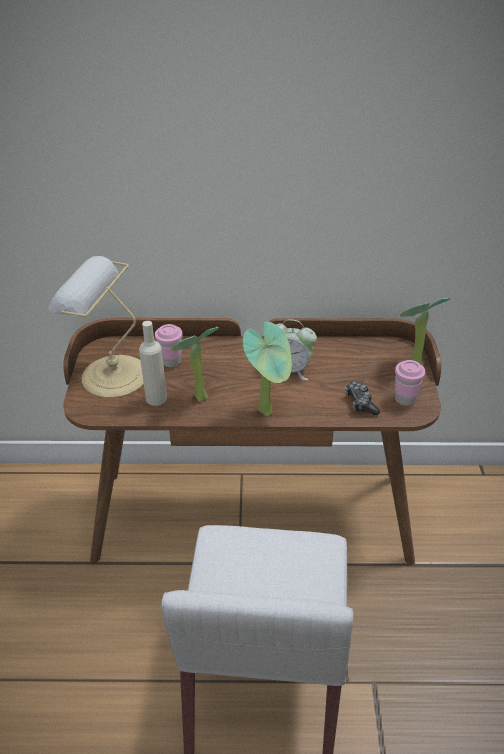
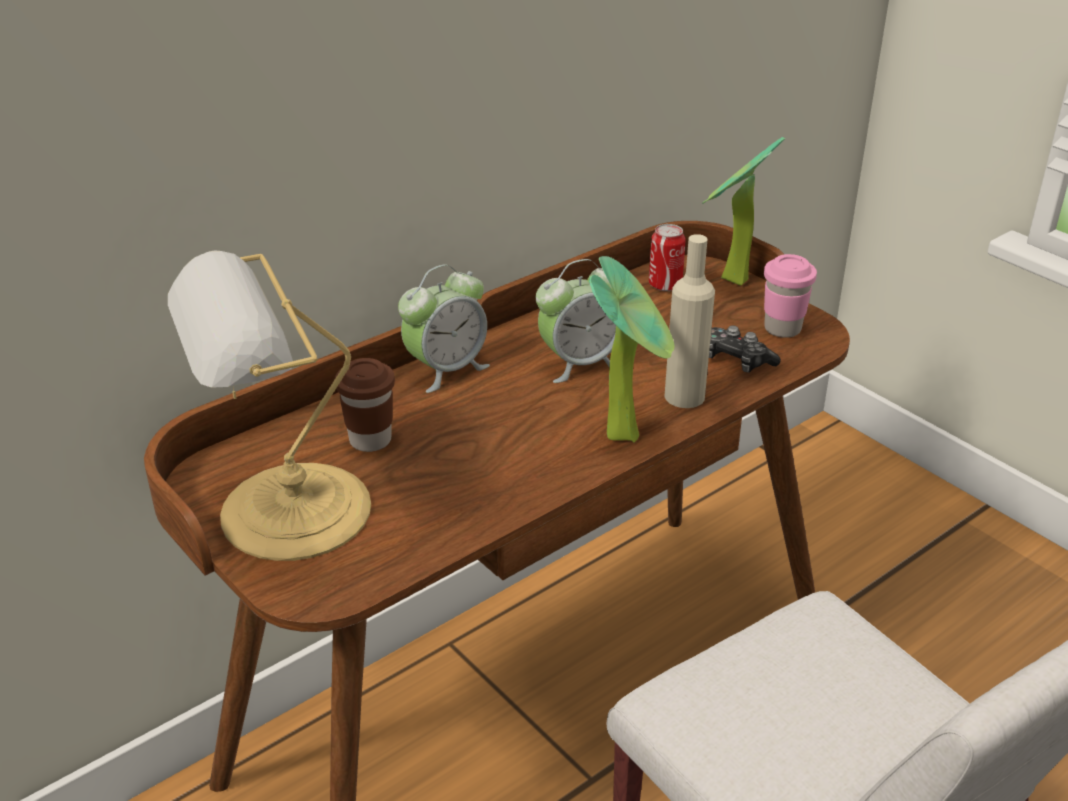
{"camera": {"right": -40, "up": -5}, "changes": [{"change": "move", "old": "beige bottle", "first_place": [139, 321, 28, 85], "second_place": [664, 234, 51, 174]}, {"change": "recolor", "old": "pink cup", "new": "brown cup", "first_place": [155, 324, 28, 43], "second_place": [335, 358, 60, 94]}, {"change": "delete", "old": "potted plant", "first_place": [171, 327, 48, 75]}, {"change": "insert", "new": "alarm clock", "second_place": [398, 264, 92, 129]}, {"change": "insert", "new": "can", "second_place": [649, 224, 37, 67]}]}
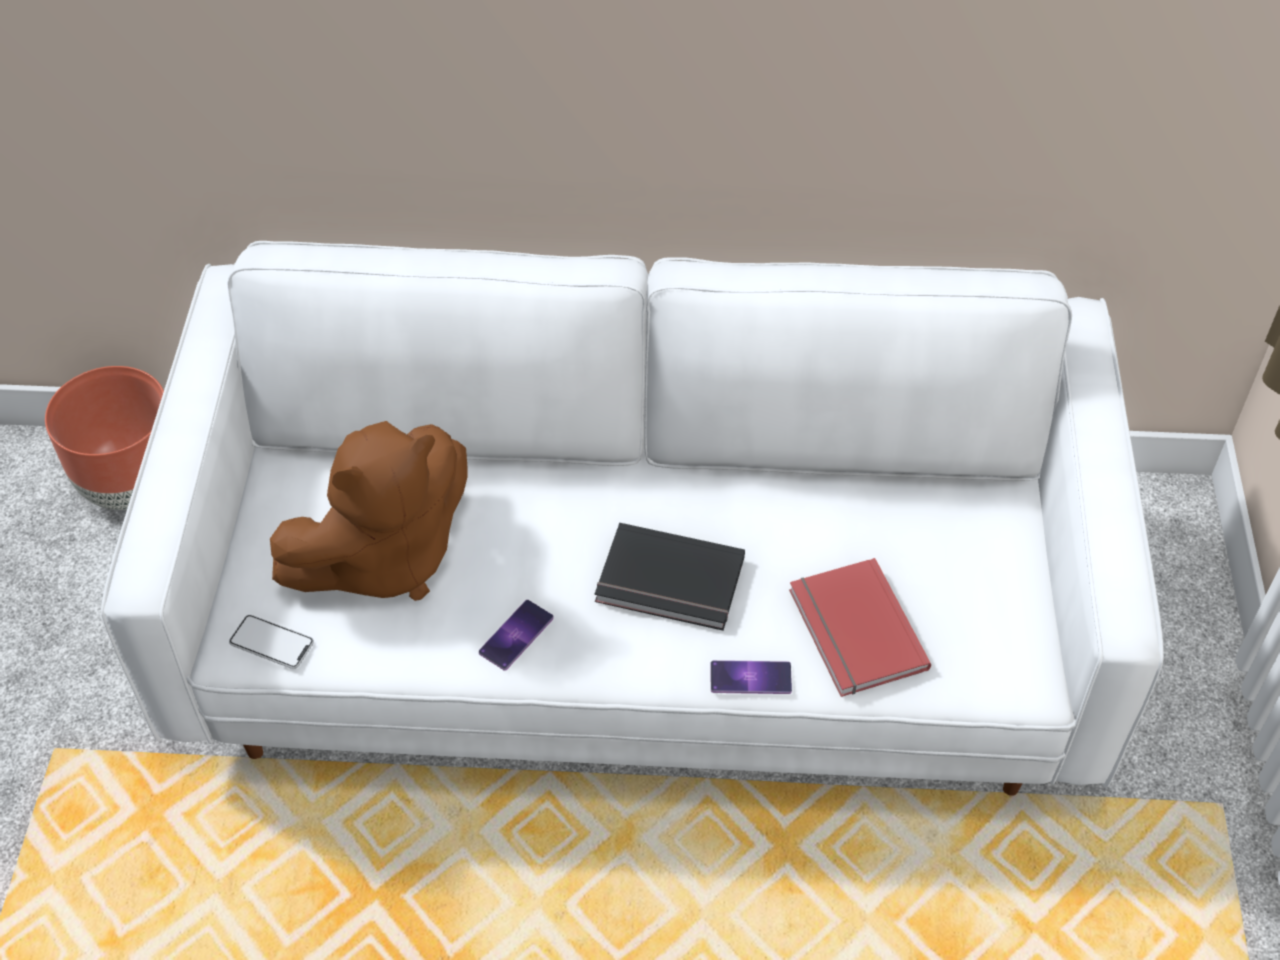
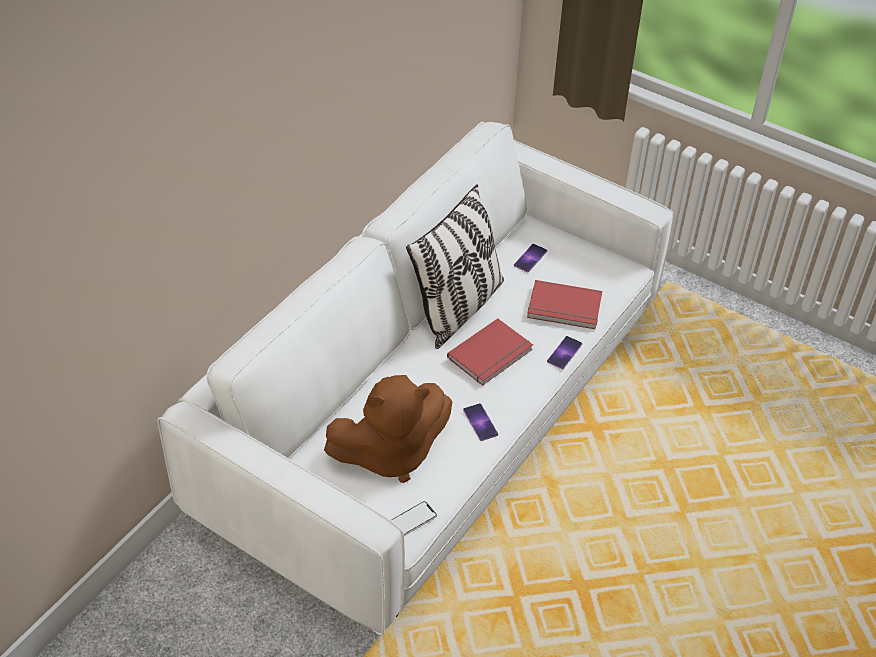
{"camera": {"right": -60, "up": -5}, "changes": [{"change": "delete", "old": "brown planter", "first_place": [45, 366, 119, 144]}, {"change": "rotate", "old": "brown plush toy", "first_place": [270, 421, 198, 180], "second_place": [324, 375, 128, 108], "degrees": 75}, {"change": "recolor", "old": "black book", "new": "red book", "first_place": [595, 523, 150, 108], "second_place": [447, 318, 86, 68]}, {"change": "insert", "new": "pillow", "second_place": [406, 184, 98, 165]}, {"change": "insert", "new": "phone", "second_place": [514, 244, 33, 29]}]}
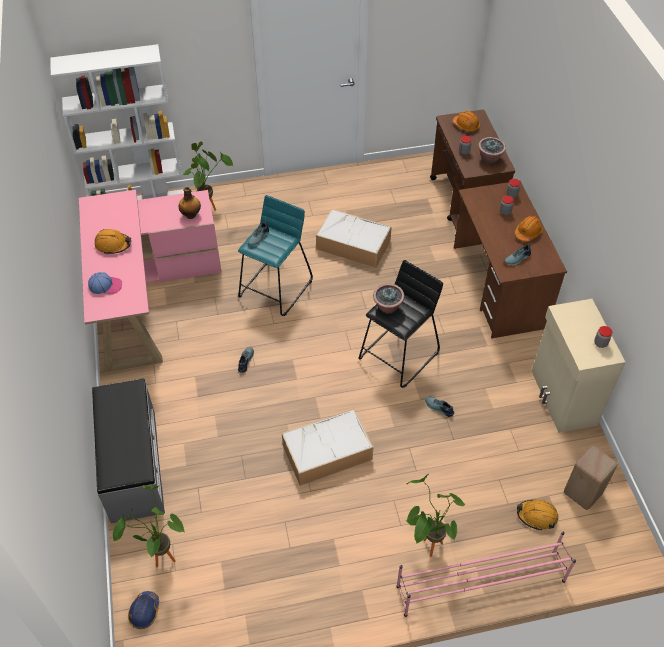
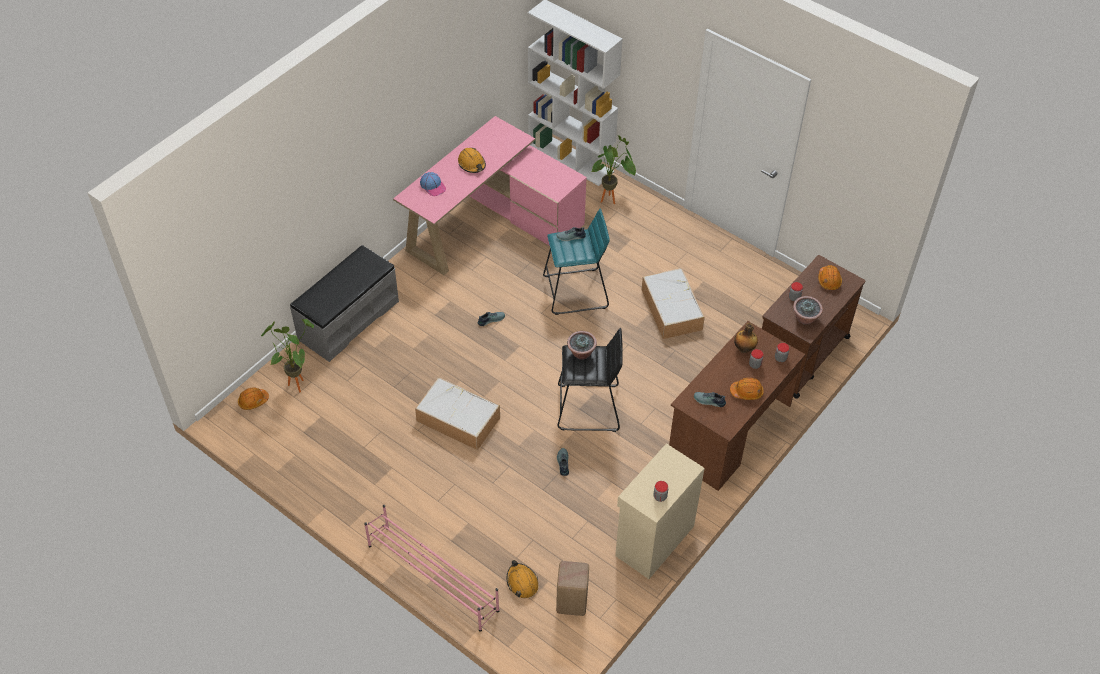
{"camera": {"right": 50, "up": 0}, "changes": [{"change": "recolor", "old": "blue hard hat", "new": "orange hard hat", "first_place": [128, 591, 31, 38], "second_place": [238, 387, 31, 23]}, {"change": "move", "old": "bottle", "first_place": [178, 187, 23, 32], "second_place": [734, 323, 24, 30]}, {"change": "delete", "old": "potted plant", "first_place": [406, 474, 60, 83]}]}
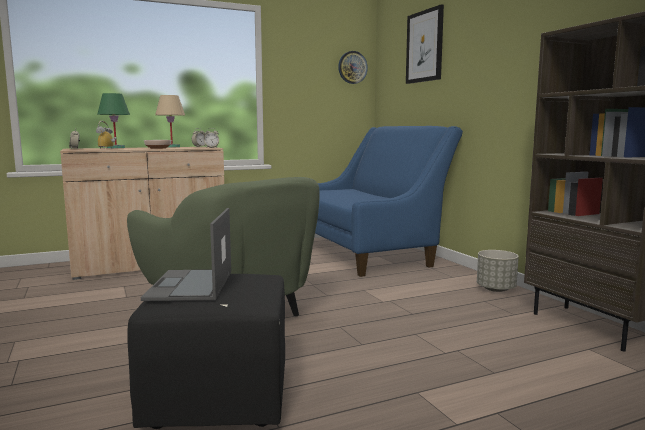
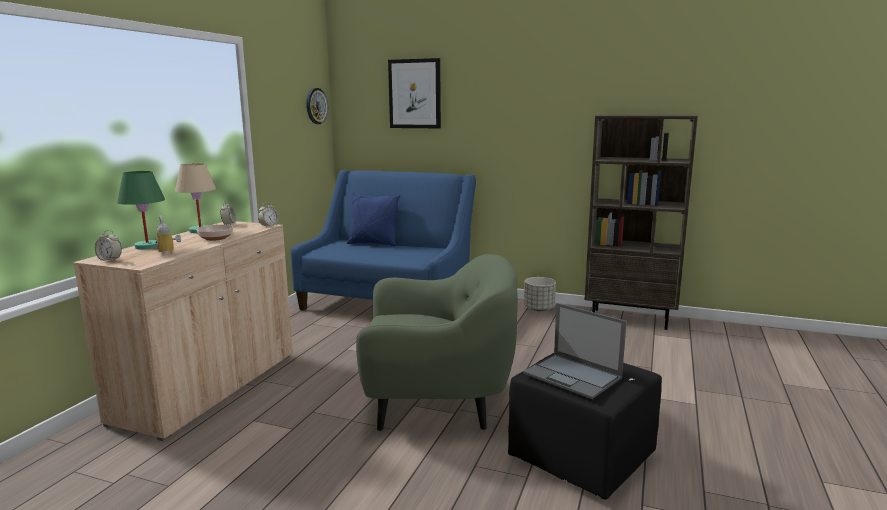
{"camera": {"right": -45, "up": 5}, "changes": [{"change": "insert", "new": "blue pillow", "second_place": [347, 192, 53, 54]}]}
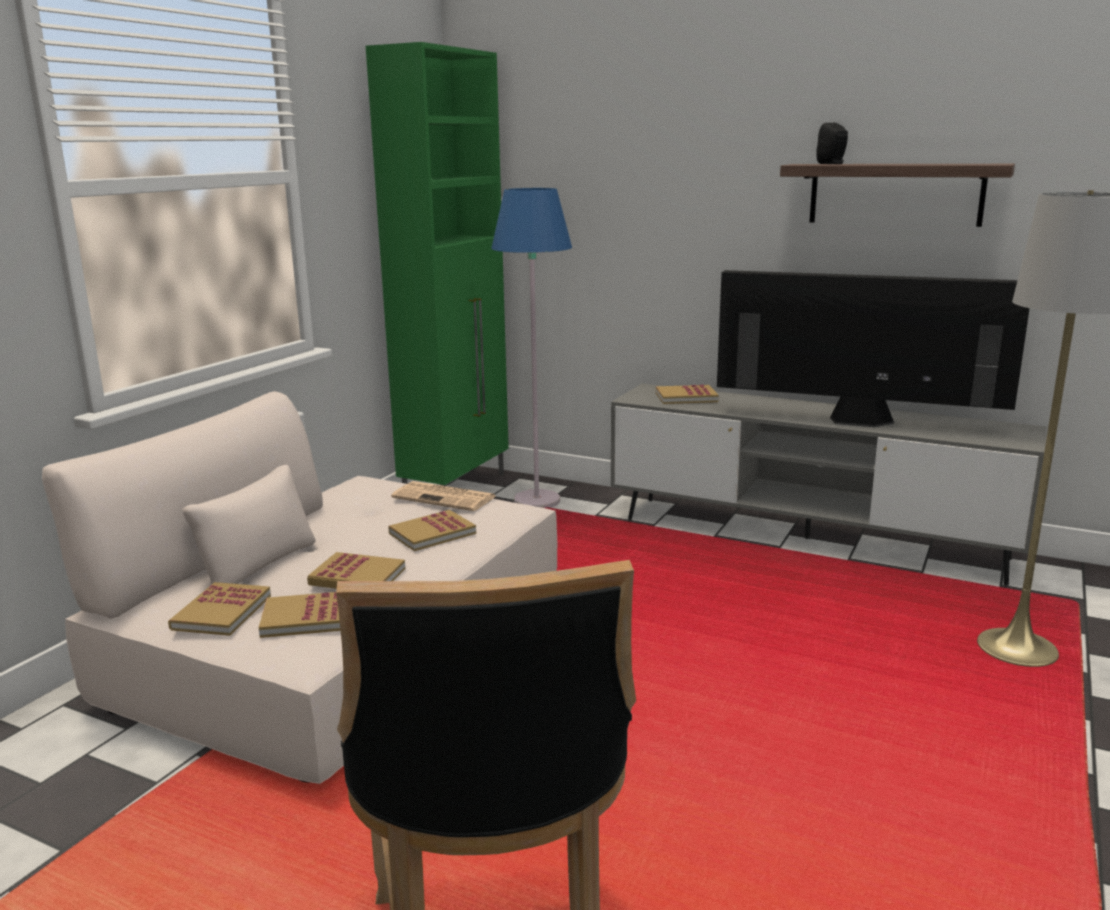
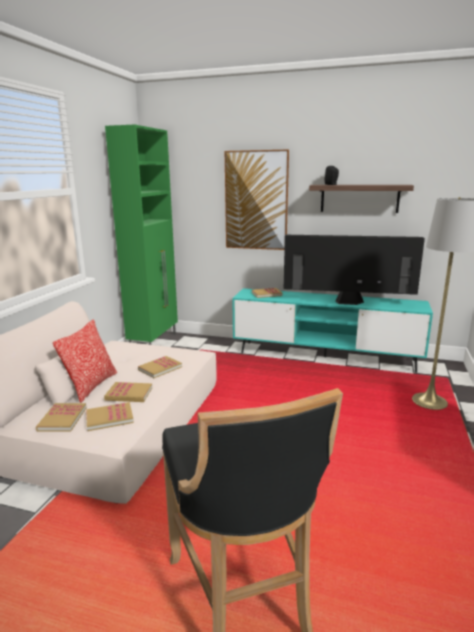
{"camera": {"right": -10, "up": 0}, "changes": [{"change": "delete", "old": "newspaper", "first_place": [391, 481, 105, 30]}, {"change": "delete", "old": "blue floor lamp", "first_place": [491, 188, 81, 320]}, {"change": "recolor", "old": "grey tv stand", "new": "turquoise tv stand", "first_place": [611, 384, 435, 202], "second_place": [232, 288, 201, 85]}, {"change": "insert", "new": "pillow", "second_place": [53, 319, 64, 84]}, {"change": "insert", "new": "picture", "second_place": [225, 150, 64, 100]}]}
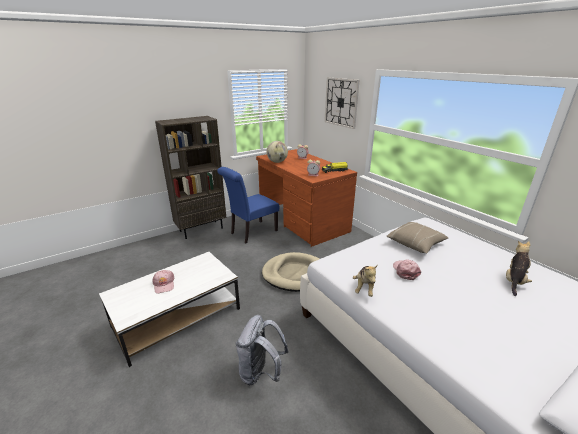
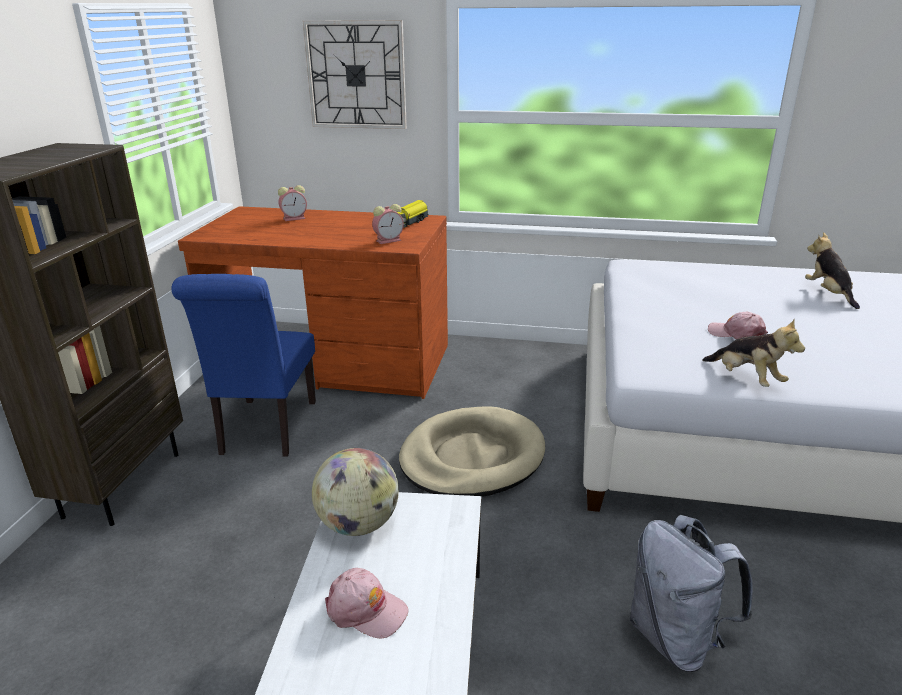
{"camera": {"right": -45, "up": 0}, "changes": [{"change": "move", "old": "globe", "first_place": [266, 141, 22, 22], "second_place": [312, 448, 87, 88]}, {"change": "delete", "old": "beige pillow", "first_place": [386, 222, 63, 31]}]}
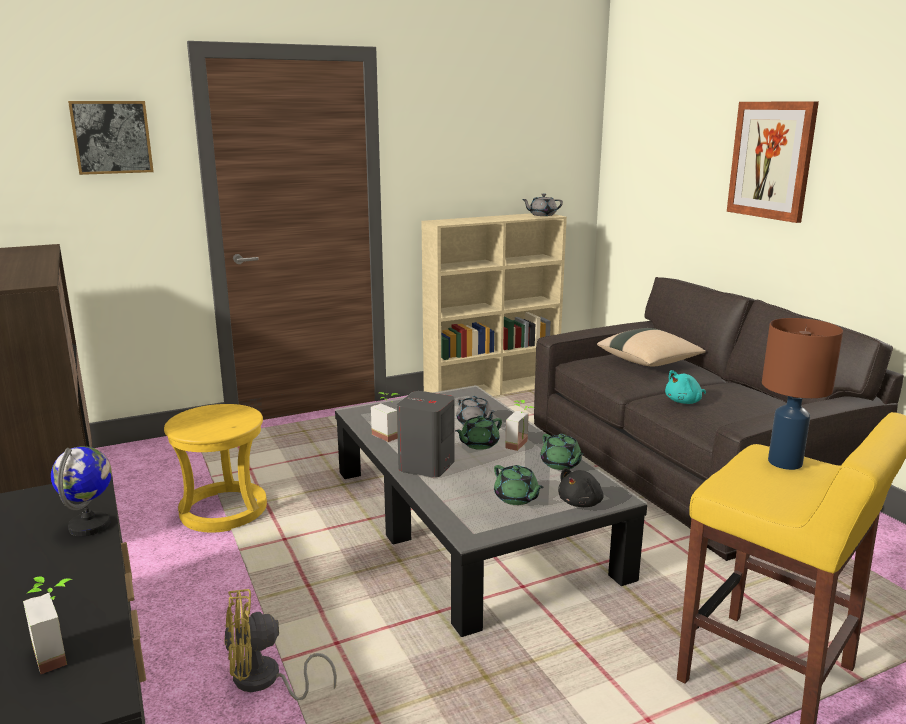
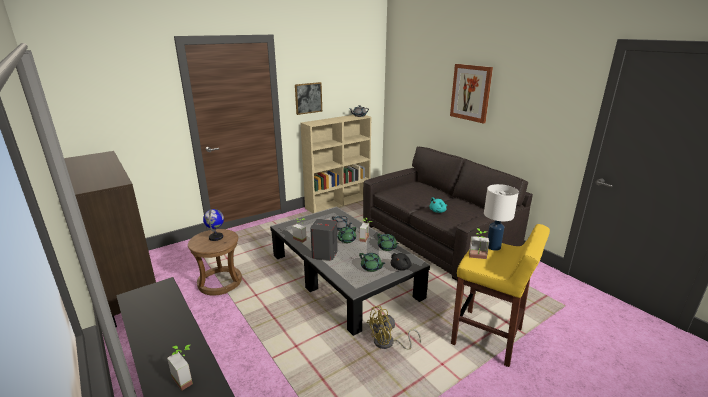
{"camera": {"right": -10, "up": 5}, "changes": [{"change": "move", "old": "globe", "first_place": [51, 446, 61, 90], "second_place": [203, 209, 21, 32]}, {"change": "move", "old": "picture", "first_place": [68, 101, 86, 74], "second_place": [295, 82, 27, 33]}, {"change": "recolor", "old": "yellow stool", "new": "brown stool", "first_place": [164, 404, 103, 128], "second_place": [188, 229, 54, 66]}, {"change": "move", "old": "yellow fan", "first_place": [224, 589, 113, 112], "second_place": [366, 306, 55, 44]}, {"change": "delete", "old": "beige pillow", "first_place": [597, 328, 109, 38]}, {"change": "recolor", "old": "brown table lamp", "new": "white table lamp", "first_place": [762, 318, 81, 152], "second_place": [484, 184, 35, 67]}, {"change": "insert", "new": "potted plant", "second_place": [469, 228, 20, 31]}]}
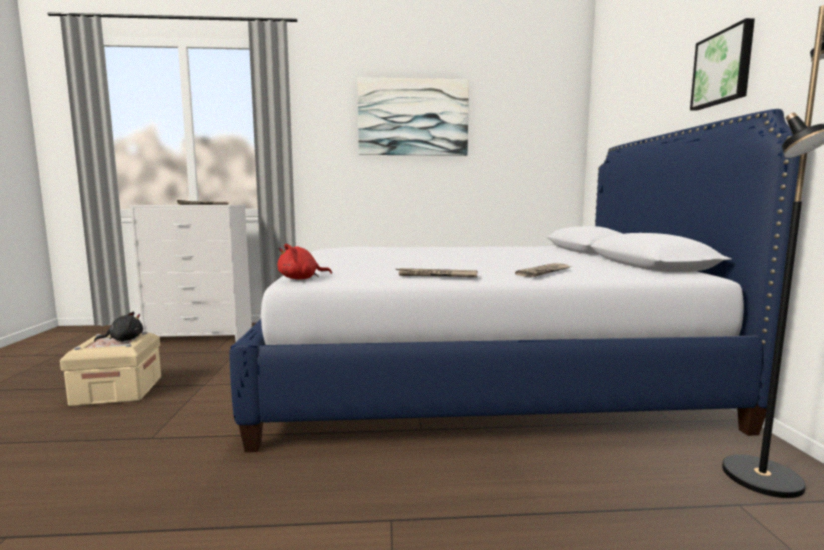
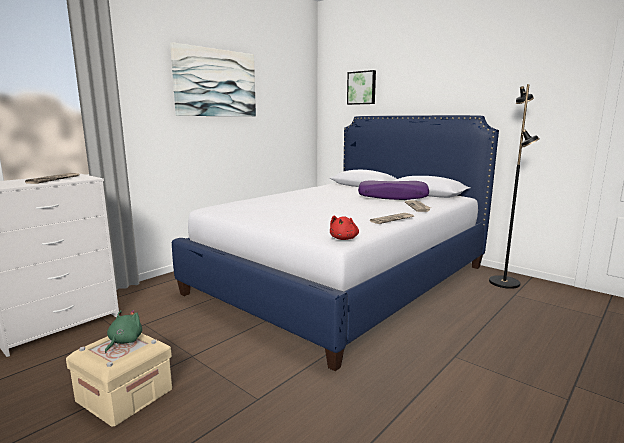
{"camera": {"right": -45, "up": 5}, "changes": [{"change": "recolor", "old": "black plush toy", "new": "green plush toy", "first_place": [94, 312, 49, 30], "second_place": [105, 310, 37, 43]}, {"change": "move", "old": "picture", "first_place": [690, 18, 65, 92], "second_place": [347, 70, 29, 35]}, {"change": "insert", "new": "purple pillow", "second_place": [358, 180, 71, 20]}]}
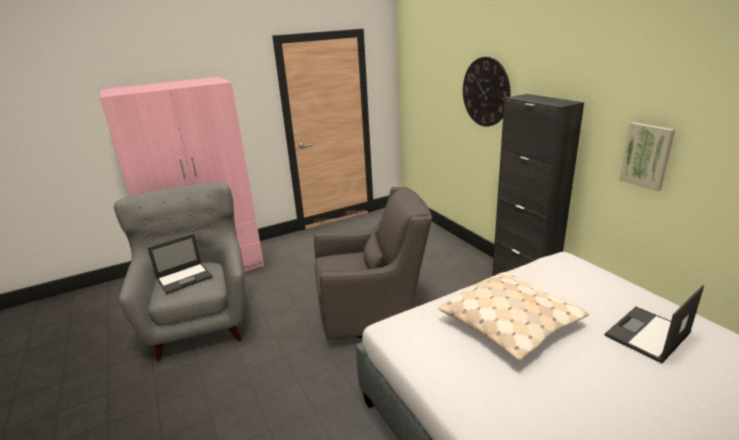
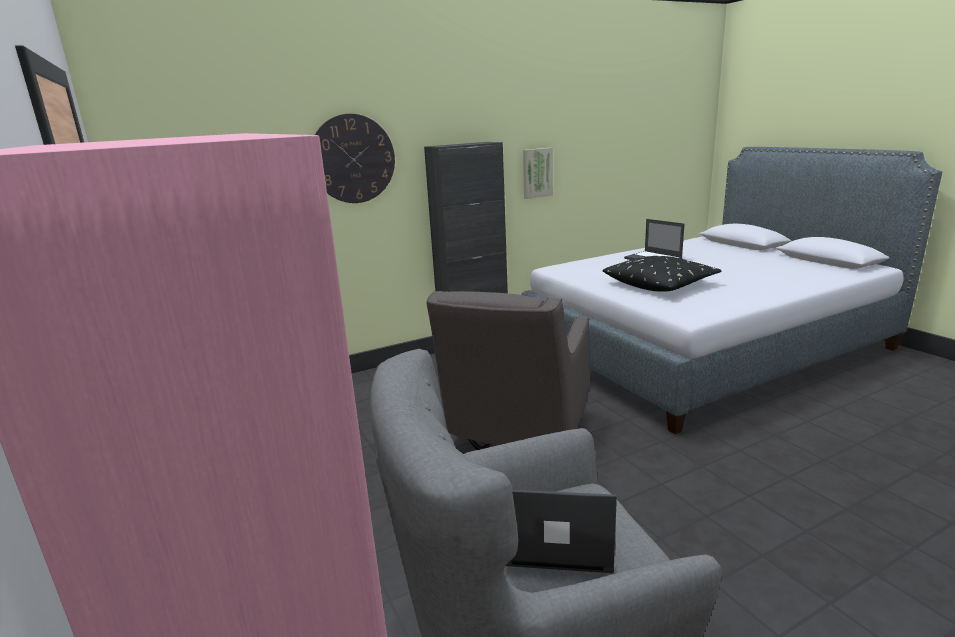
{"camera": {"right": -90, "up": -5}, "changes": [{"change": "rotate", "old": "laptop", "first_place": [148, 234, 64, 60], "second_place": [506, 490, 111, 83], "degrees": -45}, {"change": "rotate", "old": "grey armchair", "first_place": [314, 187, 118, 153], "second_place": [427, 290, 162, 160], "degrees": -150}, {"change": "recolor", "old": "beige pillow", "new": "black pillow", "first_place": [438, 272, 151, 89], "second_place": [602, 256, 119, 36]}]}
